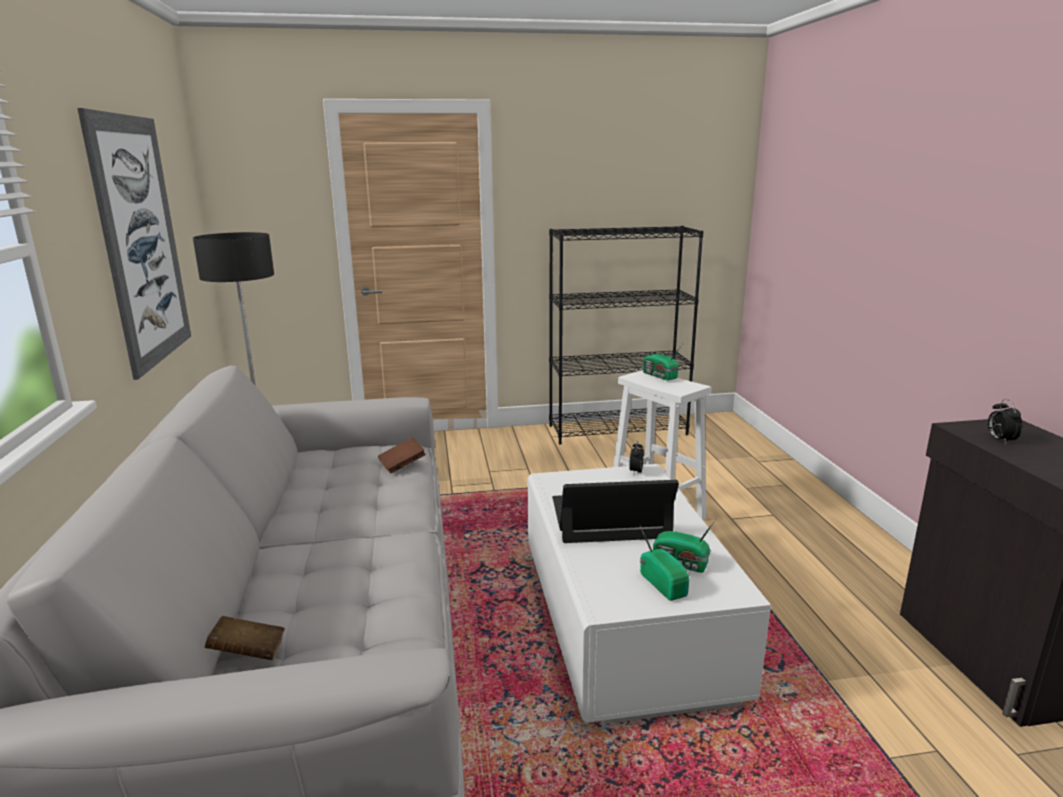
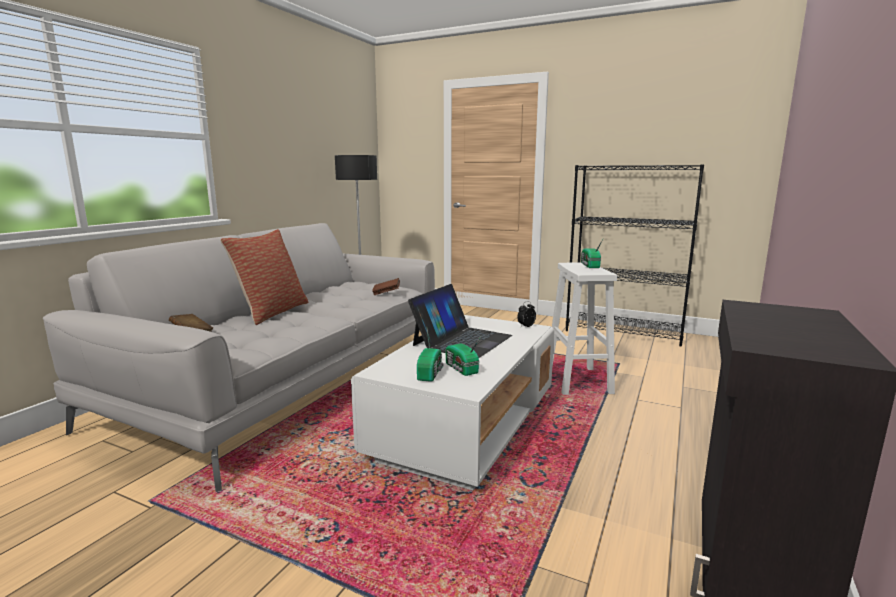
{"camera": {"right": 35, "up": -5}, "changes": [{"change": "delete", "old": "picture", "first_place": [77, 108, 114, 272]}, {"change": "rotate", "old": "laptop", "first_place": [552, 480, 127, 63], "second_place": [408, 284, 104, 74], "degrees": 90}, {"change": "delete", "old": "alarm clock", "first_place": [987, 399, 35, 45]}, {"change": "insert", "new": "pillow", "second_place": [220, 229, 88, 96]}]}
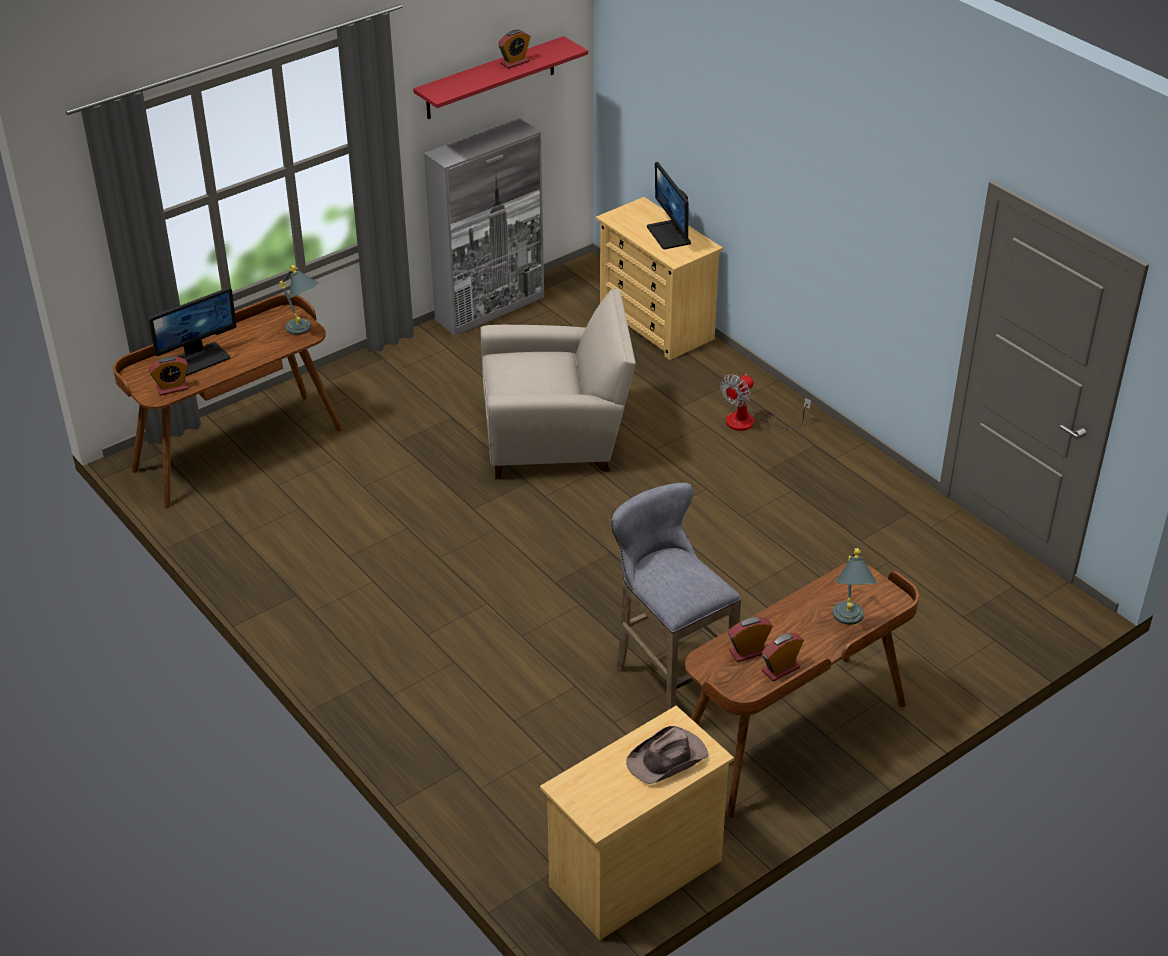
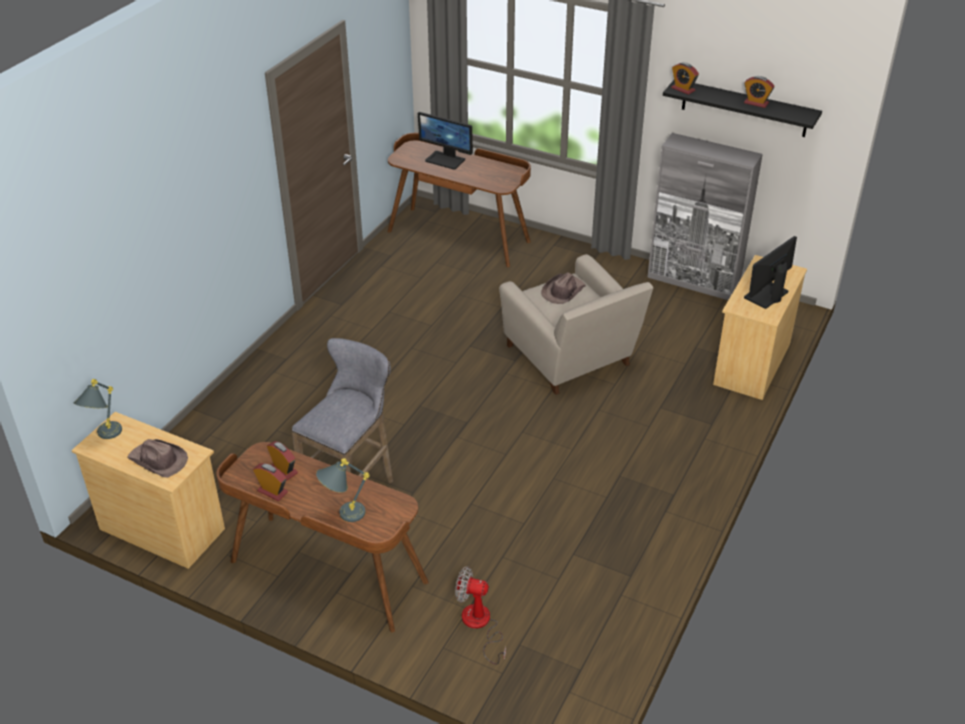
{"camera": {"right": 65, "up": 0}, "changes": [{"change": "move", "old": "alarm clock", "first_place": [149, 356, 39, 40], "second_place": [671, 62, 28, 33]}, {"change": "move", "old": "grey table lamp", "first_place": [279, 265, 40, 70], "second_place": [74, 379, 48, 60]}, {"change": "recolor", "old": "red shelf", "new": "black shelf", "first_place": [413, 36, 175, 83], "second_place": [663, 80, 159, 57]}, {"change": "move", "old": "fan", "first_place": [720, 374, 91, 57], "second_place": [455, 567, 51, 98]}, {"change": "insert", "new": "brown hat", "second_place": [541, 272, 45, 32]}]}
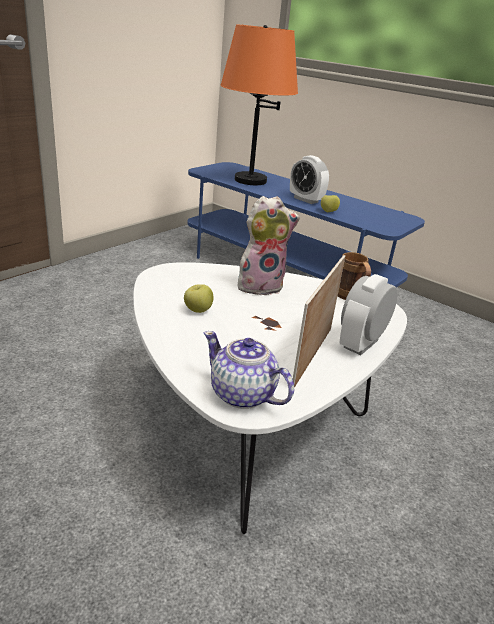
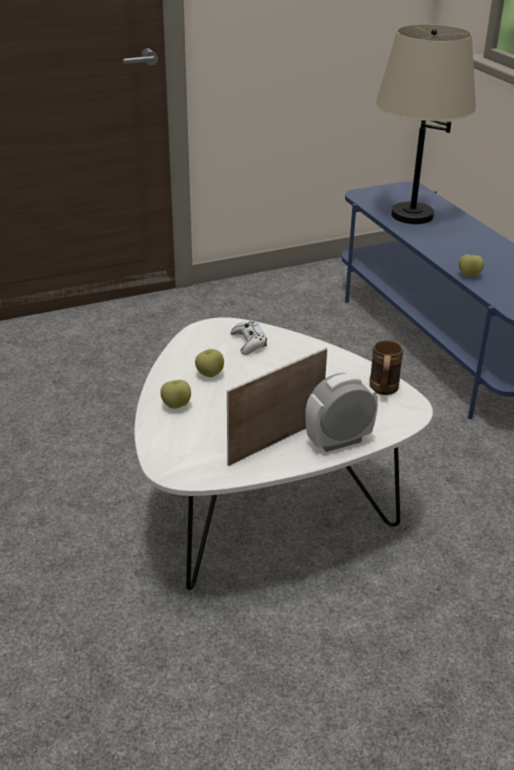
{"camera": {"right": 30, "up": 5}, "changes": [{"change": "delete", "old": "teapot", "first_place": [203, 331, 91, 78]}, {"change": "recolor", "old": "orange table lamp", "new": "beige table lamp", "first_place": [221, 24, 77, 161], "second_place": [376, 24, 100, 200]}, {"change": "delete", "old": "plush toy", "first_place": [238, 196, 62, 99]}, {"change": "delete", "old": "alarm clock", "first_place": [290, 155, 39, 49]}, {"change": "insert", "new": "apple", "second_place": [160, 380, 31, 29]}, {"change": "insert", "new": "white game controller", "second_place": [231, 321, 36, 34]}]}
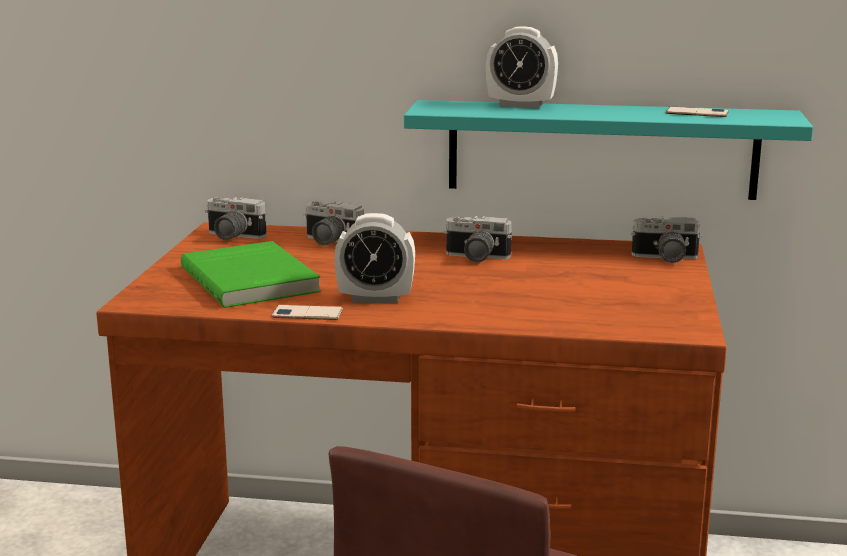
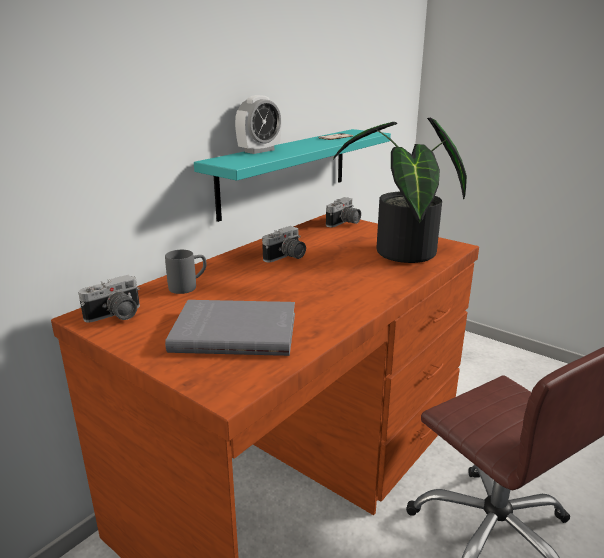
{"camera": {"right": -60, "up": 5}, "changes": [{"change": "recolor", "old": "green book", "new": "grey book", "first_place": [181, 241, 140, 67], "second_place": [165, 300, 130, 56]}, {"change": "delete", "old": "phone", "first_place": [271, 305, 72, 15]}, {"change": "replace", "old": "photo camera", "new": "grey mug", "first_place": [303, 201, 61, 44], "second_place": [165, 250, 41, 44]}, {"change": "delete", "old": "alarm clock", "first_place": [334, 213, 81, 90]}, {"change": "insert", "new": "potted plant", "second_place": [333, 118, 134, 145]}]}
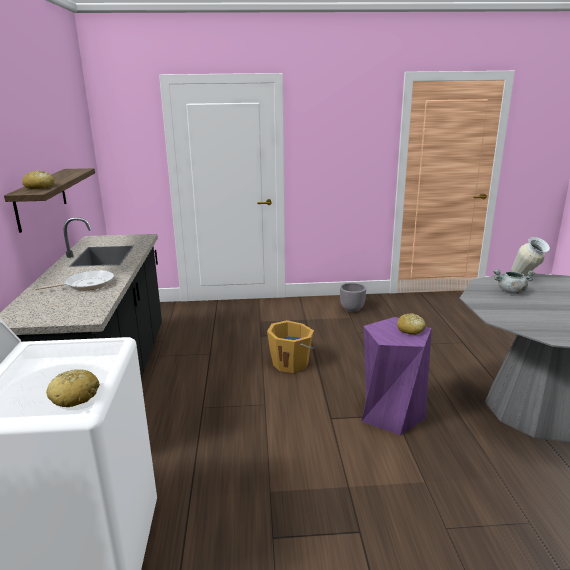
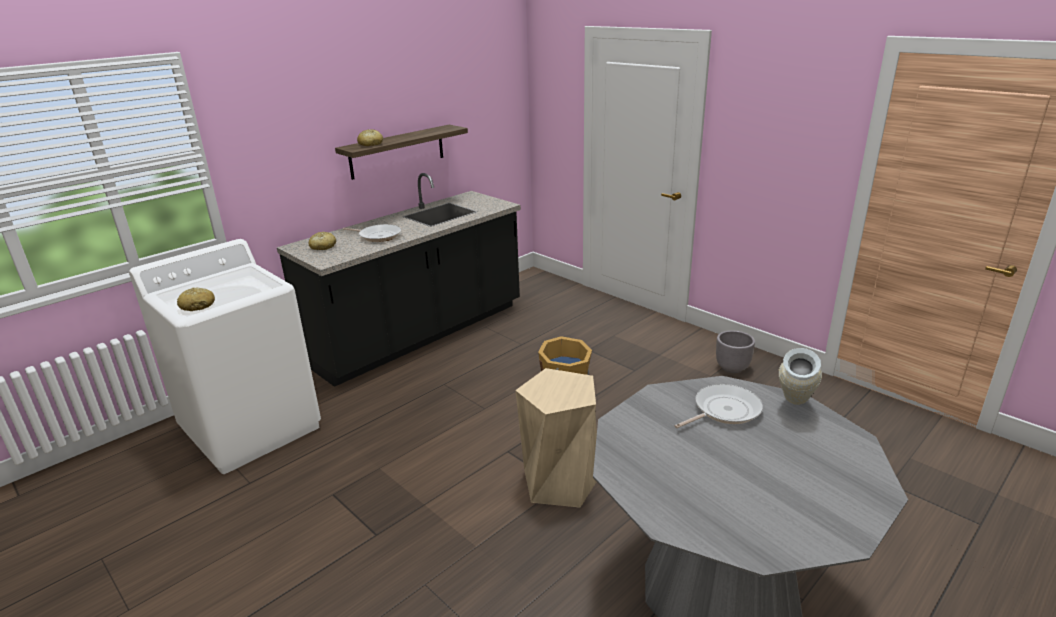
{"camera": {"right": 50, "up": 5}, "changes": [{"change": "recolor", "old": "purple stool", "new": "beige stool", "first_place": [362, 317, 70, 118], "second_place": [515, 368, 82, 140]}, {"change": "move", "old": "bread", "first_place": [397, 314, 29, 21], "second_place": [309, 232, 27, 18]}, {"change": "replace", "old": "grey cooking pot", "new": "frying pan", "first_place": [493, 269, 42, 25], "second_place": [675, 384, 88, 44]}]}
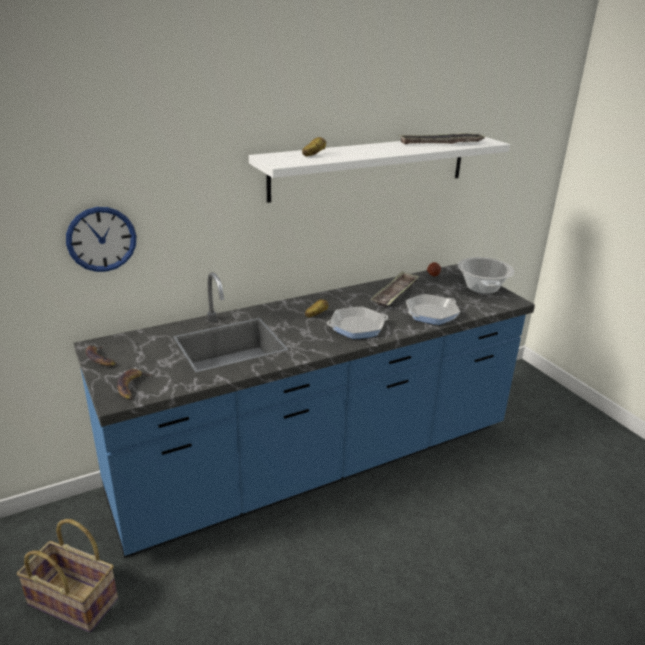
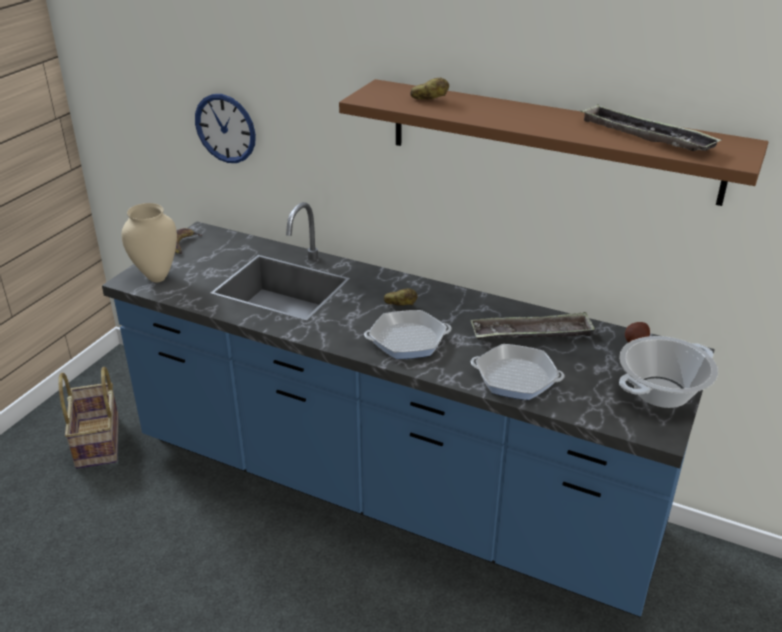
{"camera": {"right": 55, "up": 5}, "changes": [{"change": "replace", "old": "banana", "new": "beige vase", "first_place": [117, 369, 35, 31], "second_place": [121, 203, 56, 79]}, {"change": "recolor", "old": "white shelf", "new": "brown shelf", "first_place": [249, 137, 261, 66], "second_place": [339, 79, 430, 127]}, {"change": "rotate", "old": "frying pan", "first_place": [327, 307, 61, 32], "second_place": [364, 310, 88, 49], "degrees": 135}]}
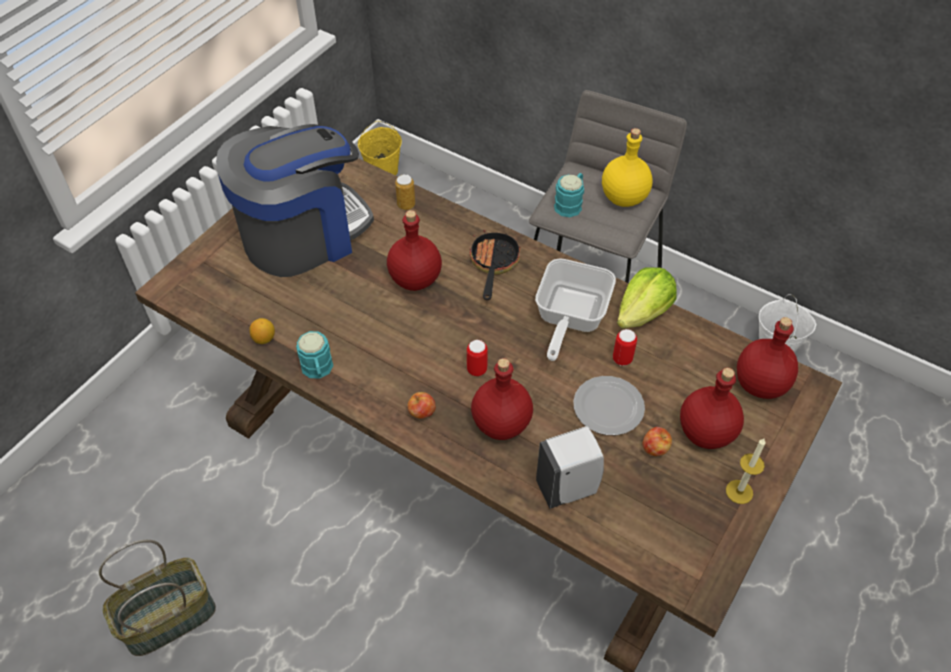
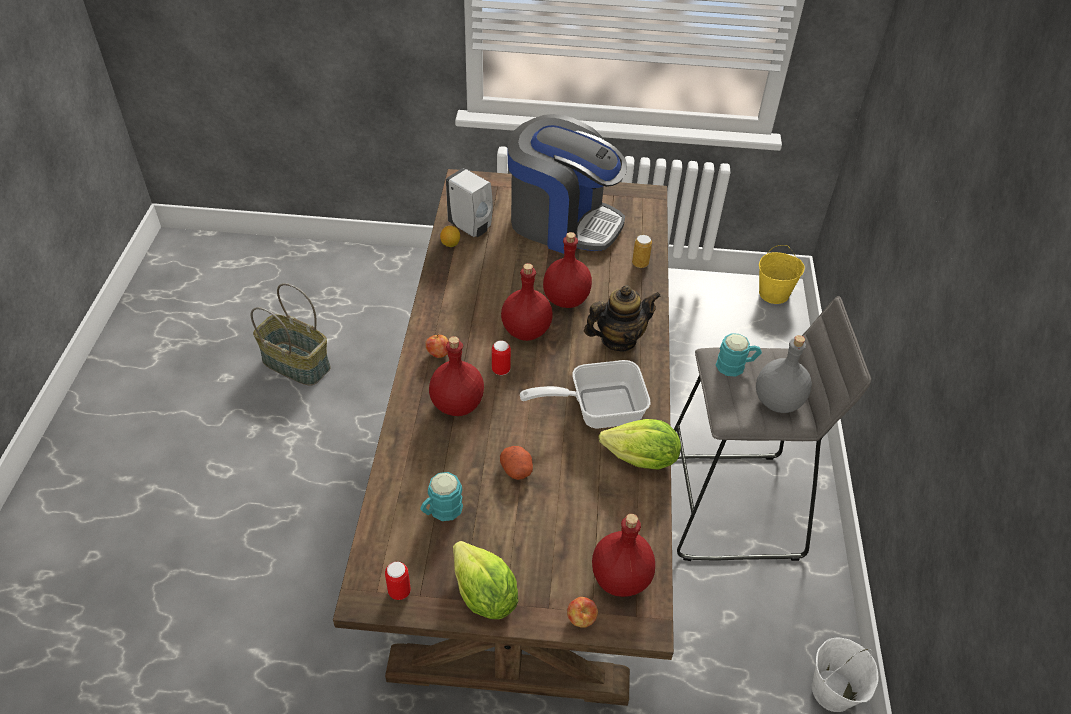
{"camera": {"right": 60, "up": -5}, "changes": [{"change": "move", "old": "turquoise mug", "first_place": [296, 331, 37, 47], "second_place": [420, 472, 43, 49]}, {"change": "replace", "old": "frying pan", "new": "teapot", "first_place": [470, 230, 50, 70], "second_place": [584, 285, 77, 67]}, {"change": "move", "old": "white soap dispenser", "first_place": [536, 426, 68, 83], "second_place": [446, 168, 47, 69]}, {"change": "replace", "old": "plate", "new": "potato", "first_place": [573, 376, 72, 59], "second_place": [500, 446, 33, 34]}, {"change": "recolor", "old": "yellow bottle", "new": "grey bottle", "first_place": [602, 128, 51, 79], "second_place": [756, 335, 56, 78]}, {"change": "move", "old": "can", "first_place": [613, 329, 24, 37], "second_place": [385, 562, 26, 38]}, {"change": "move", "old": "apple", "first_place": [643, 427, 29, 29], "second_place": [567, 597, 31, 30]}, {"change": "move", "old": "red bottle", "first_place": [680, 368, 64, 81], "second_place": [501, 263, 52, 78]}, {"change": "replace", "old": "candle", "new": "lettuce", "first_place": [726, 439, 40, 65], "second_place": [453, 541, 65, 78]}]}
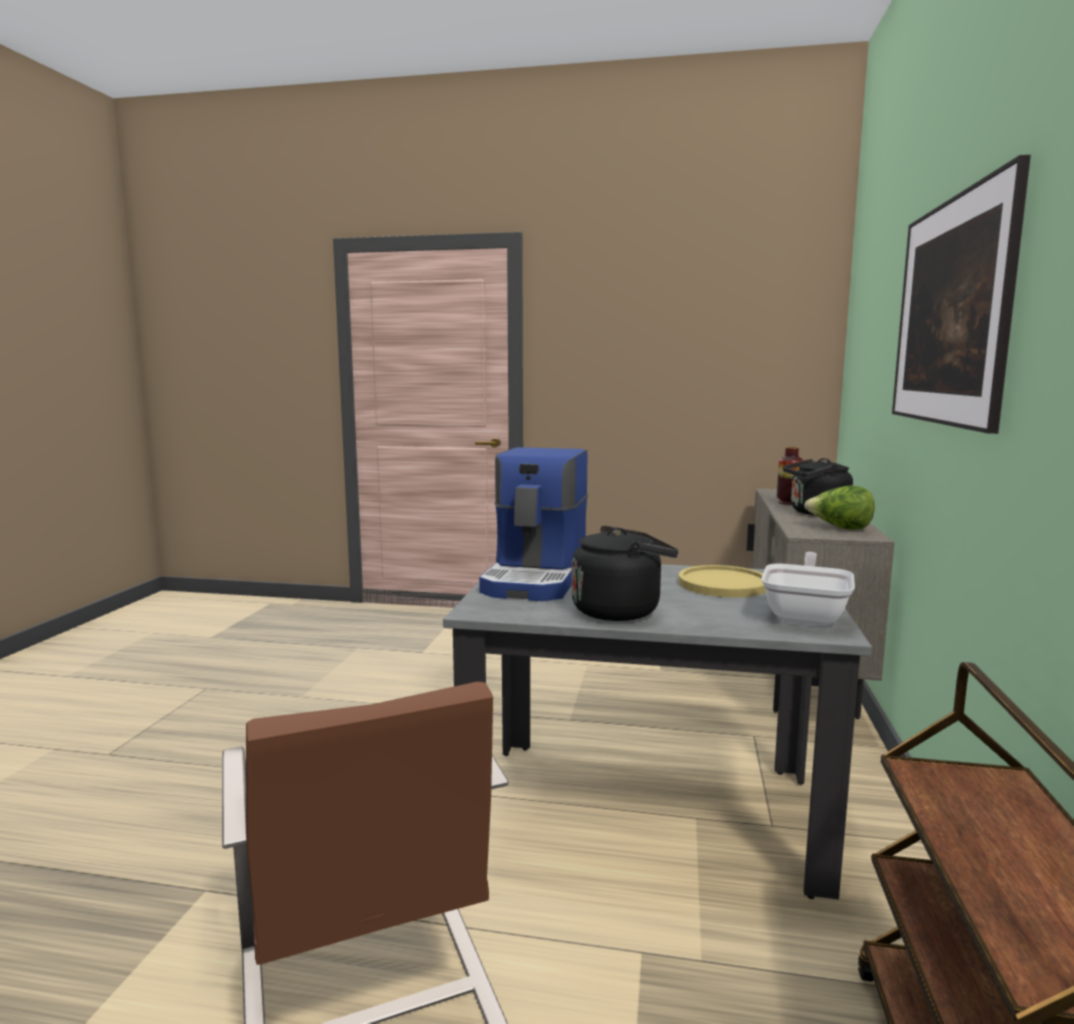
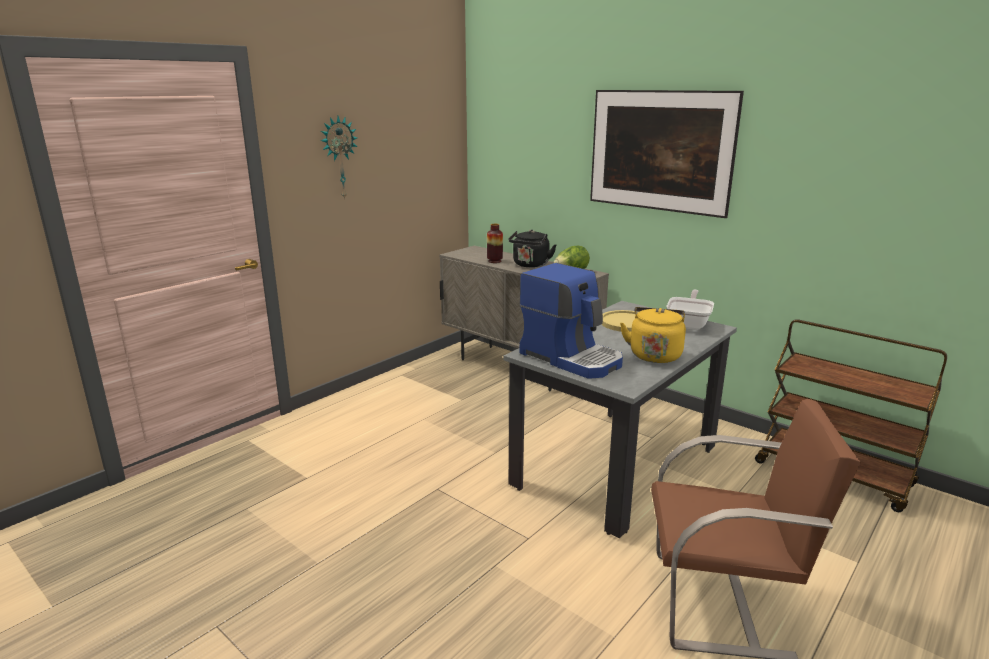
{"camera": {"right": -60, "up": 10}, "changes": [{"change": "recolor", "old": "black kettle", "new": "yellow kettle", "first_place": [572, 526, 106, 95], "second_place": [620, 307, 66, 56]}, {"change": "rotate", "old": "frying pan", "first_place": [761, 552, 94, 74], "second_place": [667, 290, 47, 40], "degrees": 60}, {"change": "insert", "new": "wall clock", "second_place": [321, 116, 36, 84]}]}
